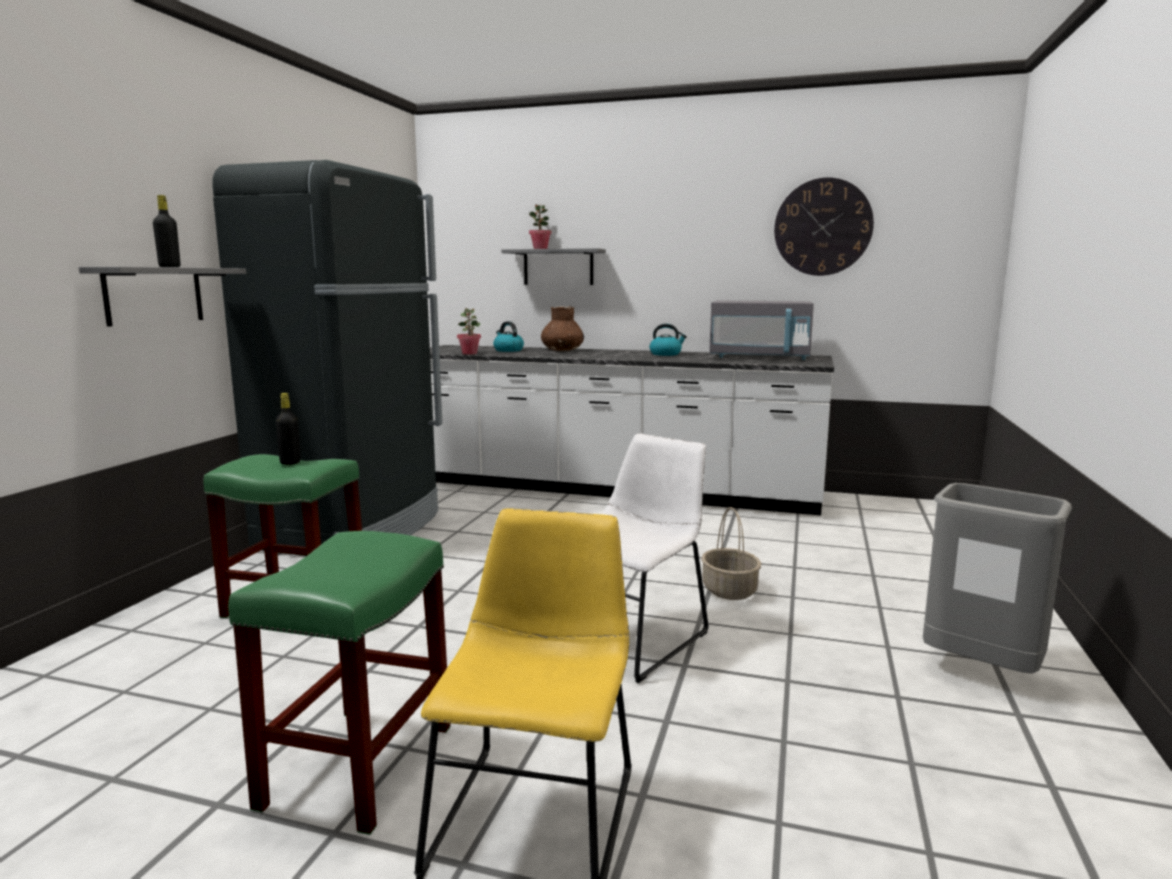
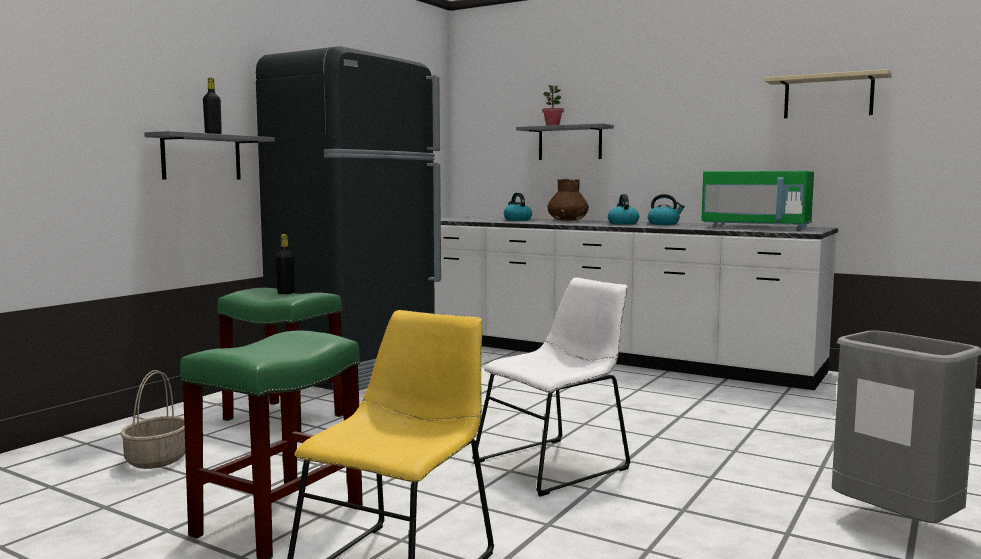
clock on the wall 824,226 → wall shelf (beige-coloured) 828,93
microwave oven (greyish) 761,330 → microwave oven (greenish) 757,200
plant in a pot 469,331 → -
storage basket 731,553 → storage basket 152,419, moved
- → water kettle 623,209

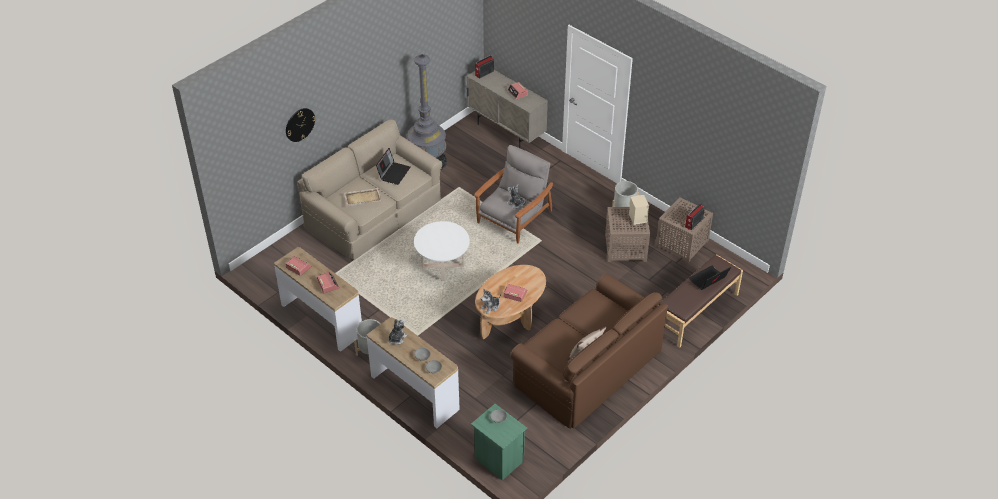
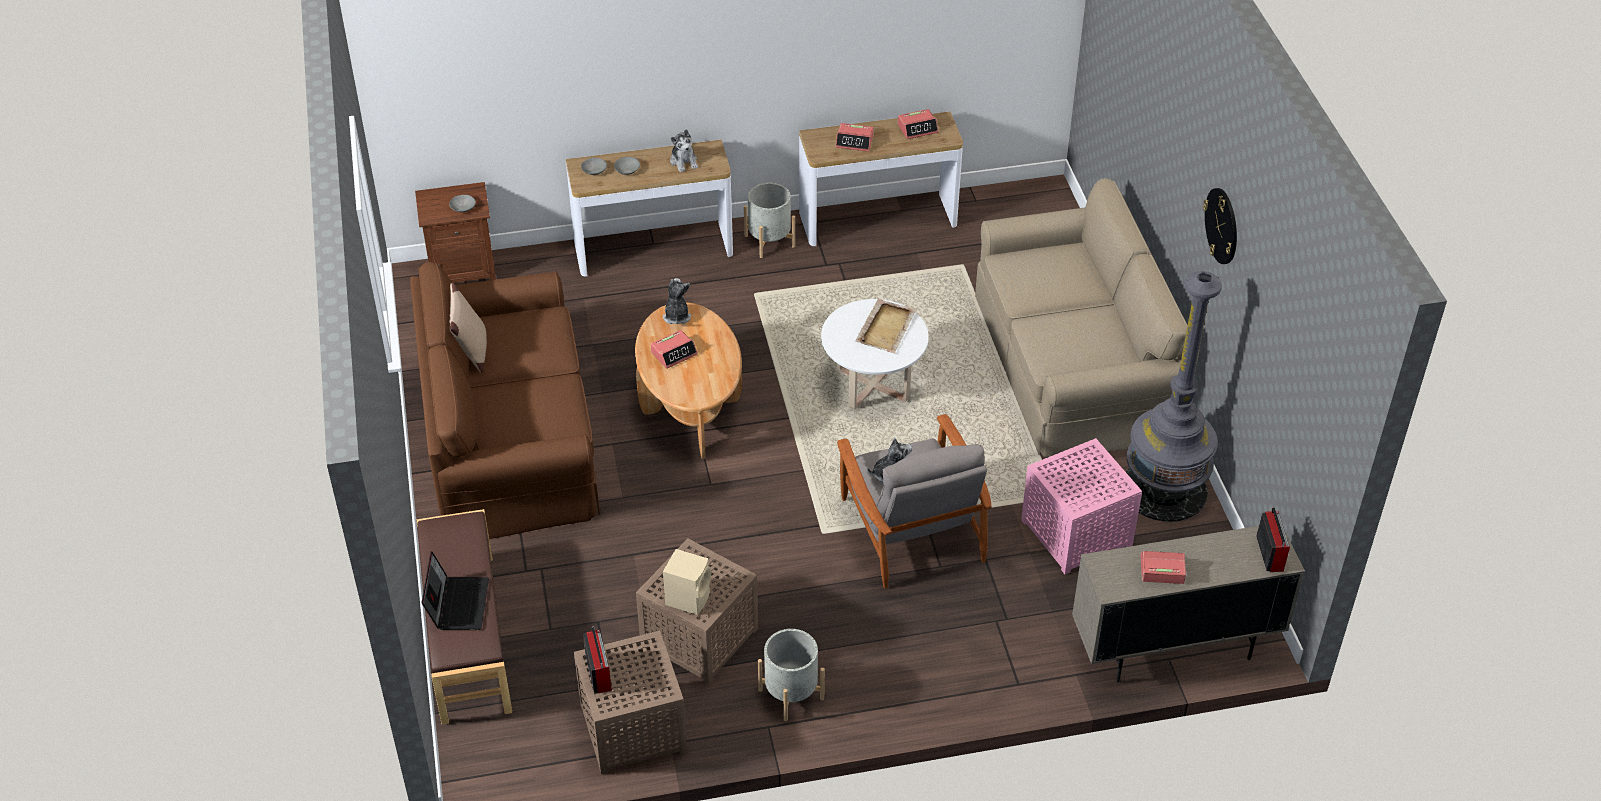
clock on the wall 301,125 → clock on the wall 1220,226, moved
portable computer 393,166 → -
tray (beige-coloured) 362,197 → tray (beige-coloured) 885,326, moved
bedside table (greenish) 499,442 → bedside table (brown-coloured) 455,232
- → end table (pink-coloured) 1081,506

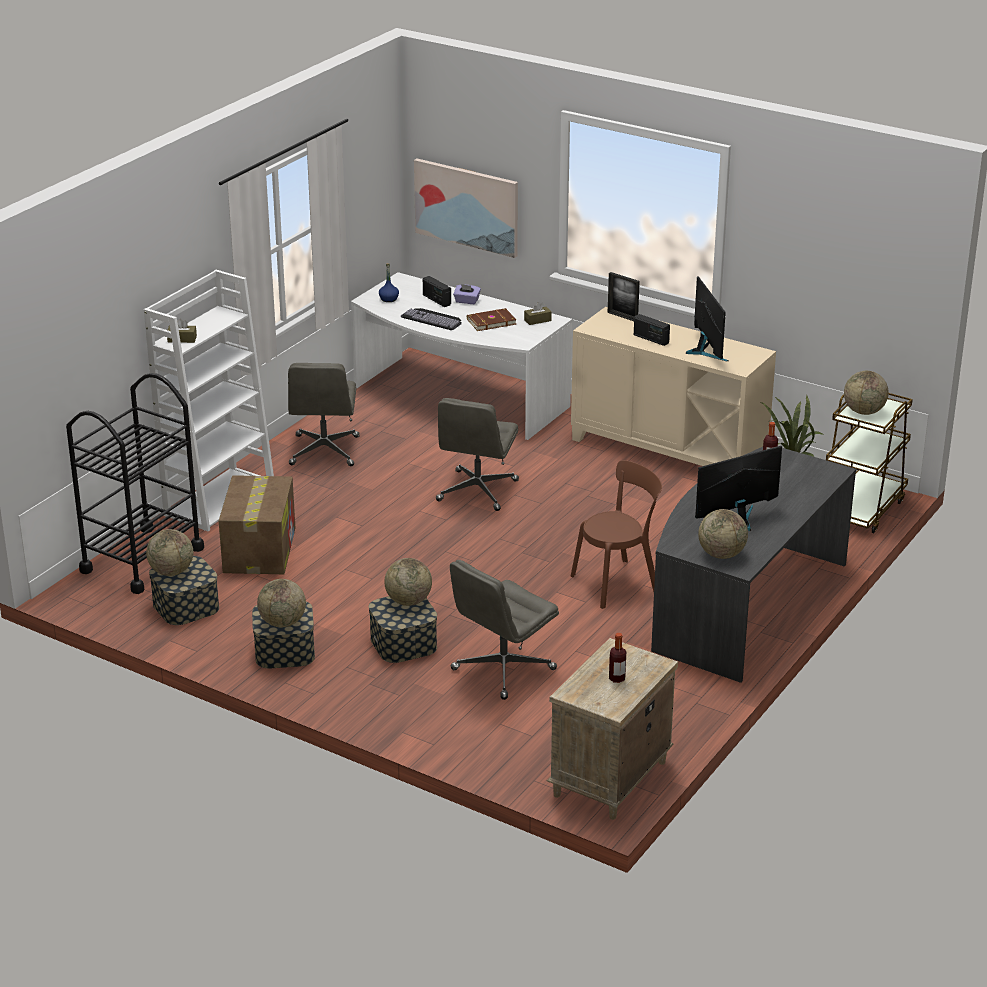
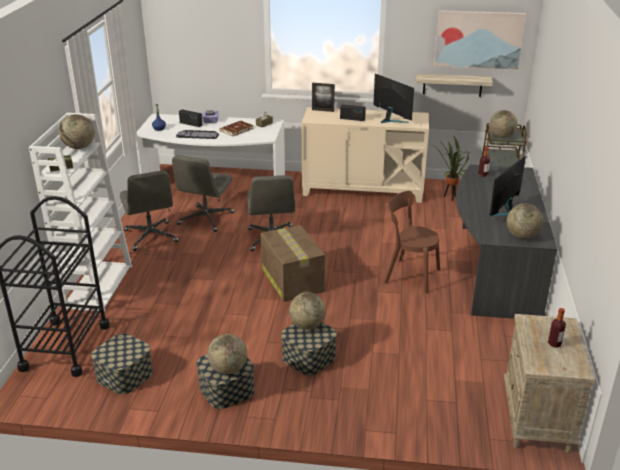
wall art 466,208 → wall art 480,40, moved
chair (brown-coloured) 616,534 → chair (brown-coloured) 412,242, 105 degrees counterclockwise
carton 257,524 → carton 292,263, moved
globe 169,552 → globe 77,131, moved
office chair (greyish) 504,630 → office chair (greyish) 203,193, moved
- → wall shelf 454,85

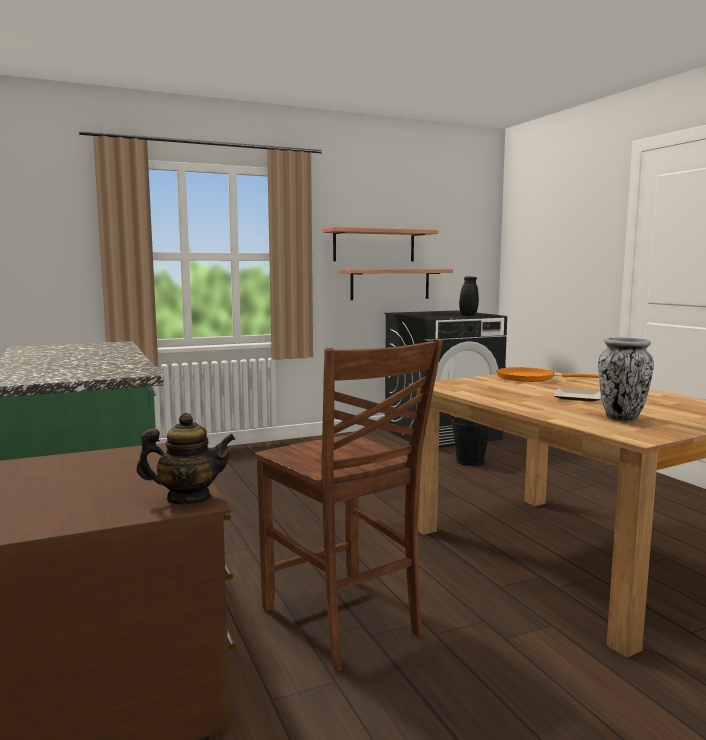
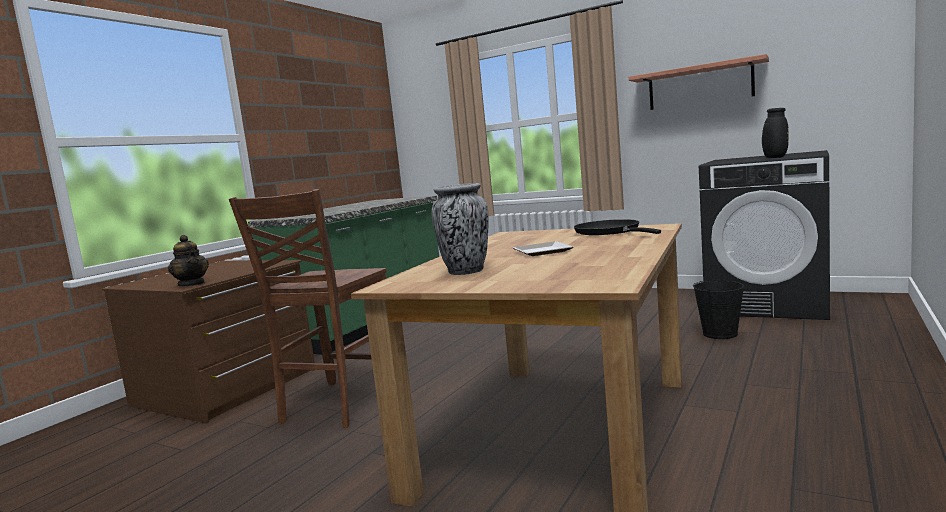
wall shelf 396,284 → -
frying pan (orange-coloured) 548,374 → frying pan (black-coloured) 617,227

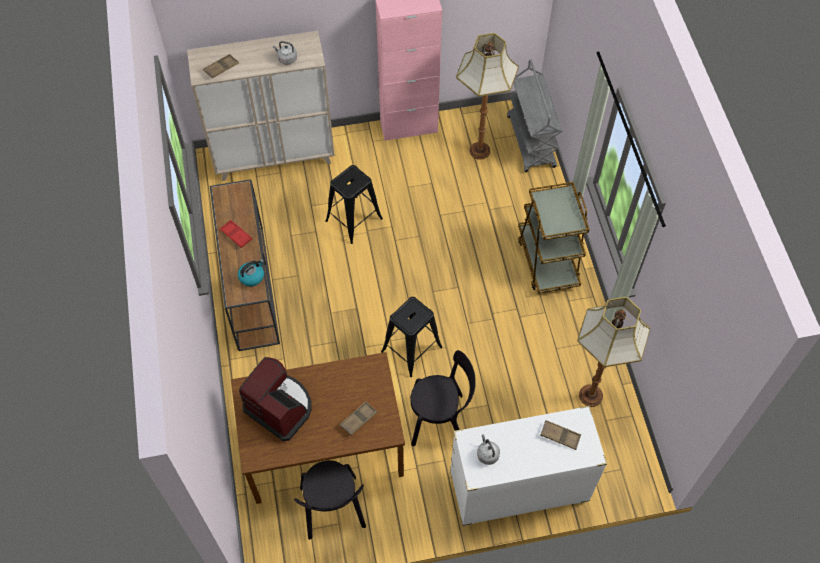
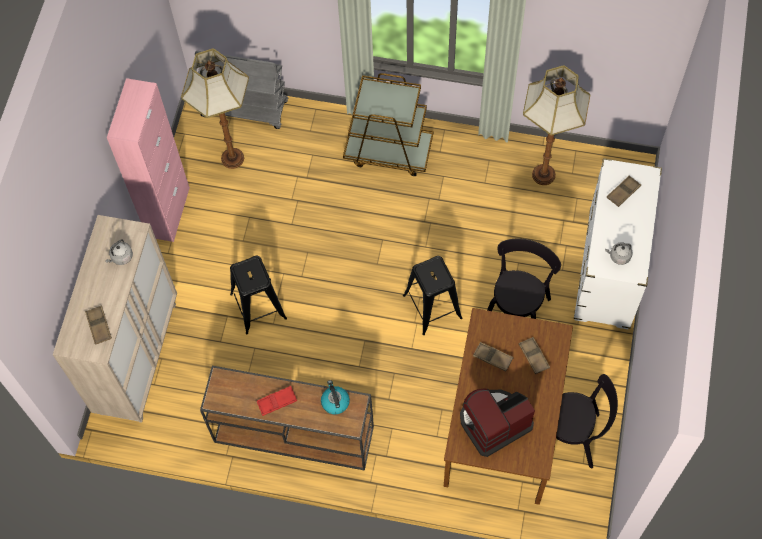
- → tray (brown-coloured) 493,356

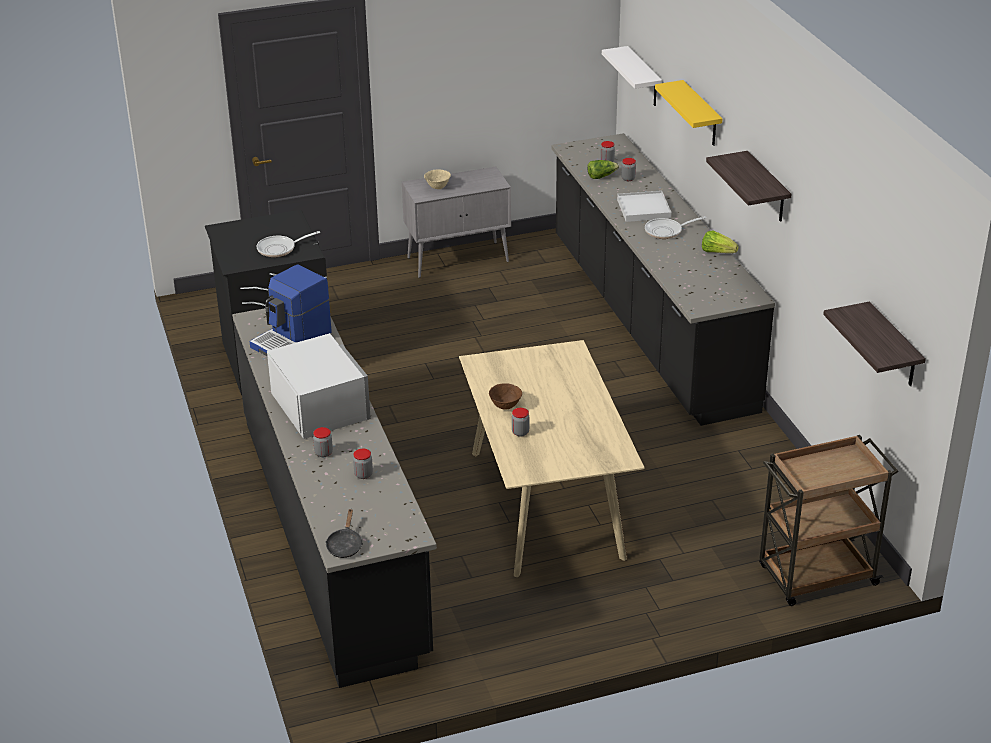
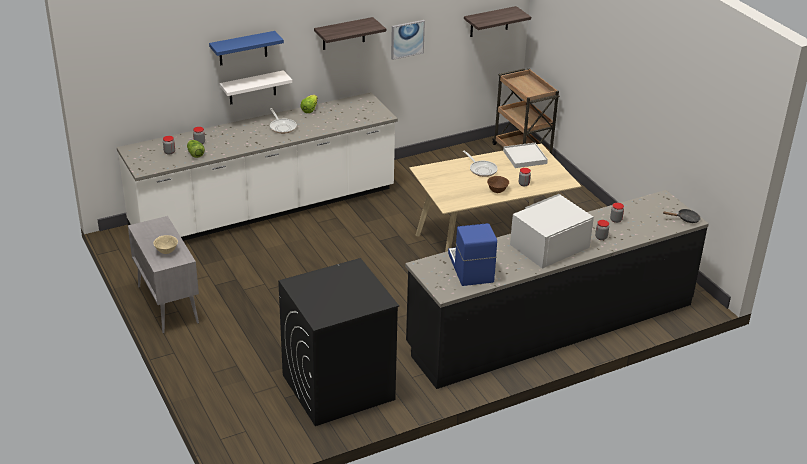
wall shelf (white-coloured) 632,76 → wall shelf (white-coloured) 256,87, moved
wall shelf (yellow) 688,113 → wall shelf (blue) 246,48
kitchen counter (black-coloured) 663,279 → kitchen counter (white-coloured) 257,166
tray (white-coloured) 644,206 → tray (white-coloured) 525,155, moved
frying pan 288,244 → frying pan 480,163, moved
coffee brewer 290,310 → coffee brewer 472,254, 135 degrees counterclockwise
- → wall art 408,40

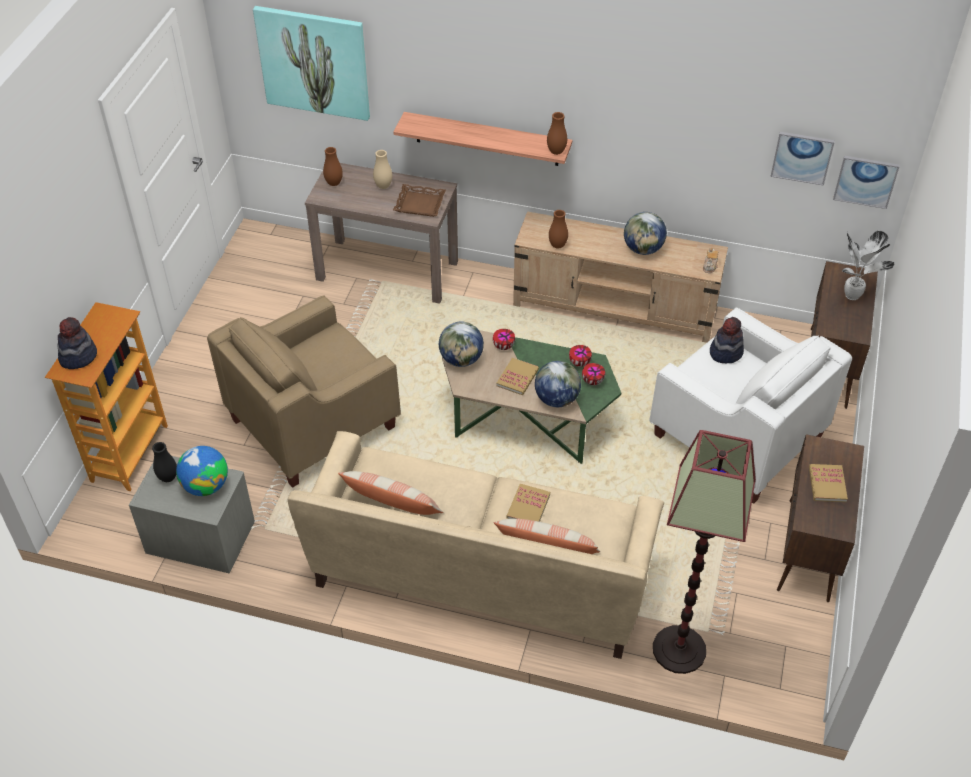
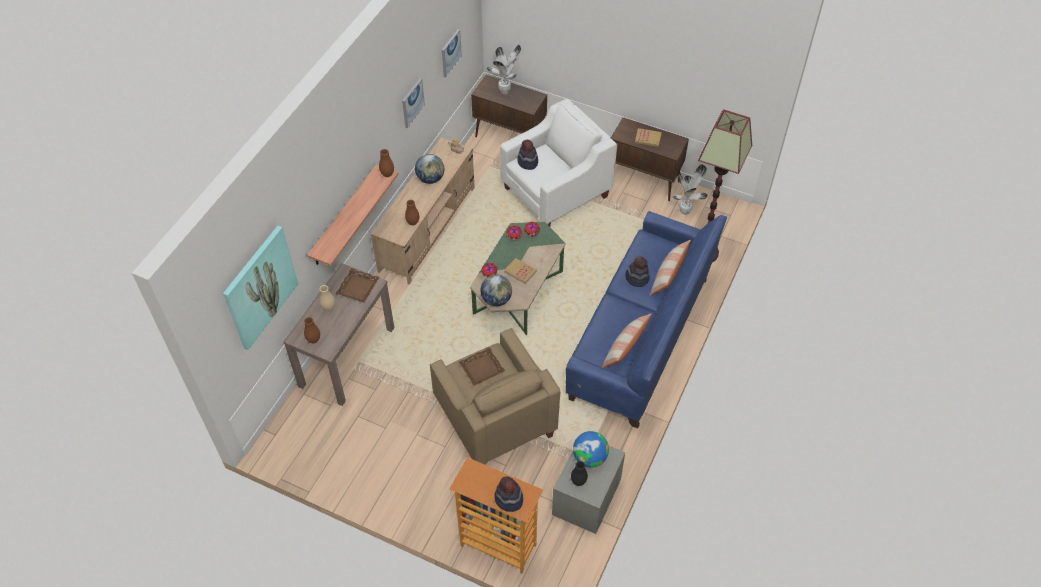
wall art 866,182 → wall art 413,103, moved
globe 558,384 → -
couch (beige-coloured) 476,545 → couch (blue) 646,319
book 528,503 → clothing hat 637,271
- → plant in a pot 690,190
- → tray (brown-coloured) 482,366

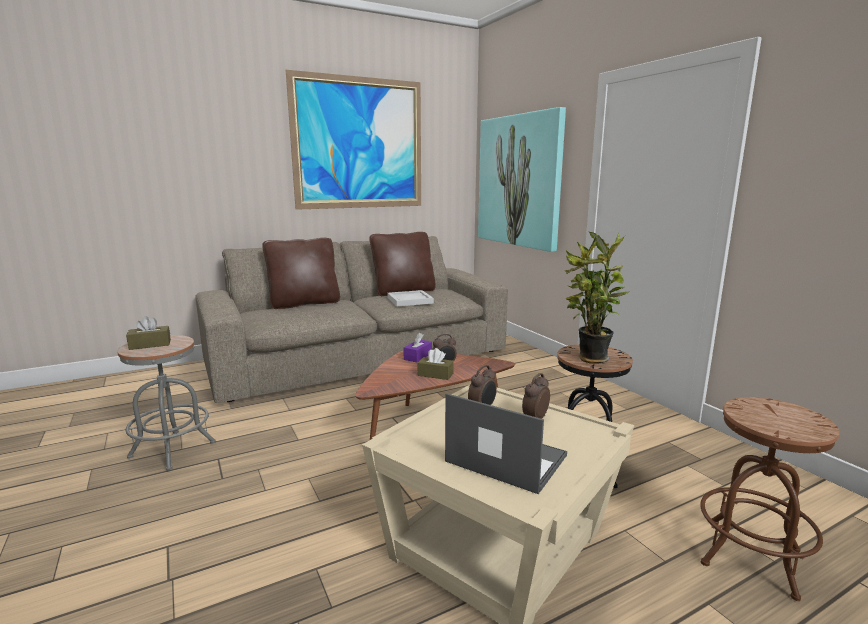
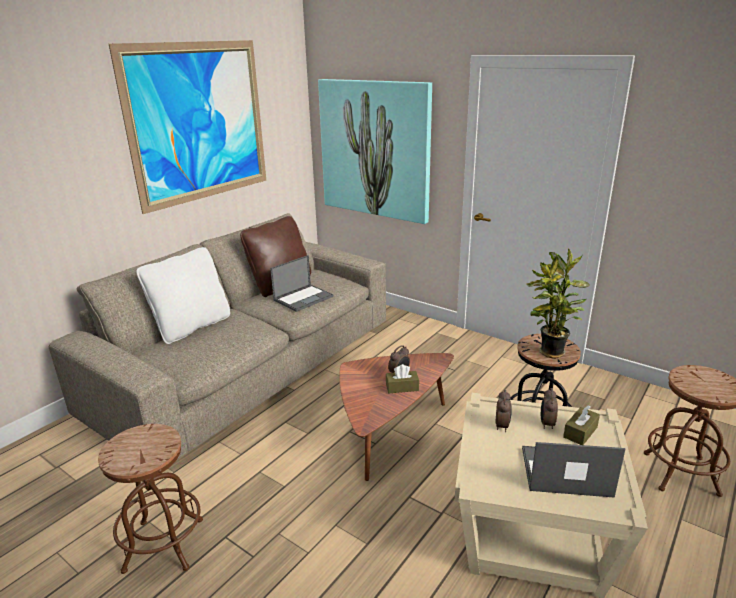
cushion (brown-coloured) 301,273 → cushion (white-coloured) 183,295
tray (white-coloured) 410,298 → portable computer 302,283
tissue box (brown-coloured) 148,333 → tissue box (brown-coloured) 581,425, moved
tissue box (purplish) 417,347 → -
sitting stool (greyish) 166,403 → sitting stool (brown-coloured) 150,499

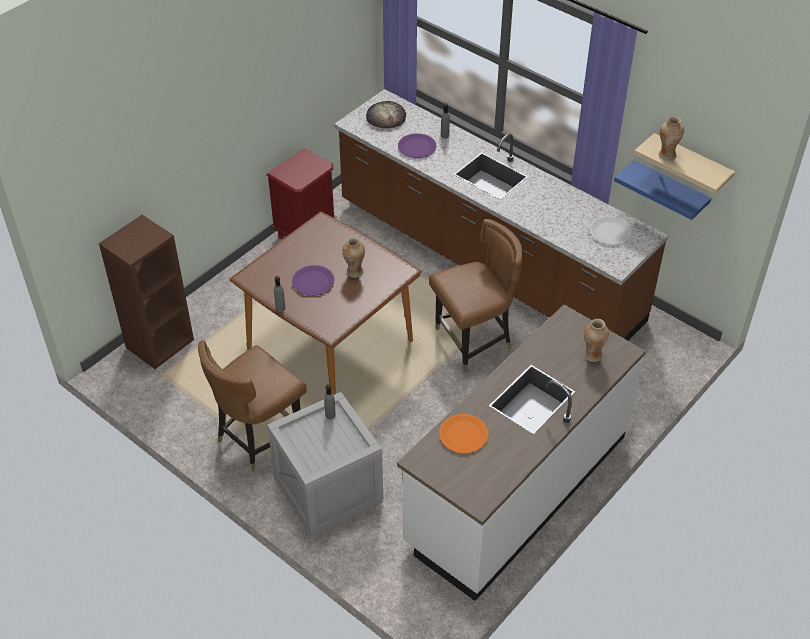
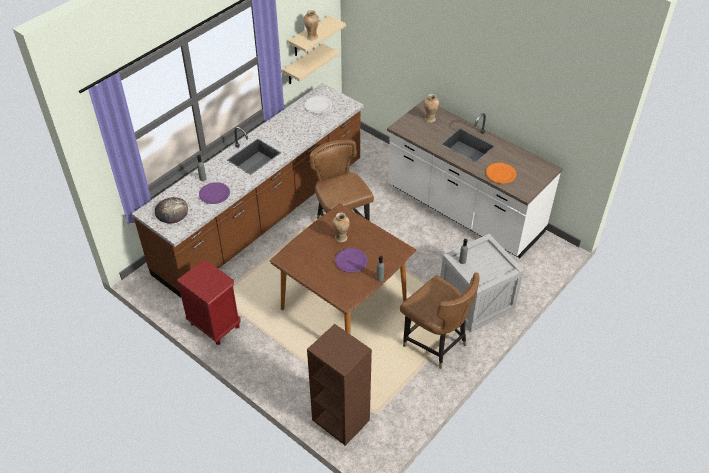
wall shelf (blue) 662,190 → wall shelf (beige-coloured) 310,64

